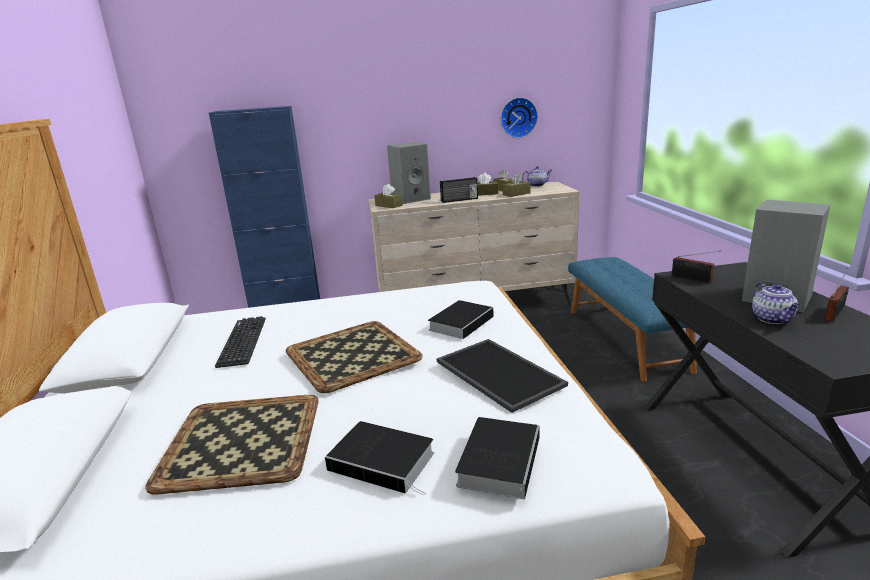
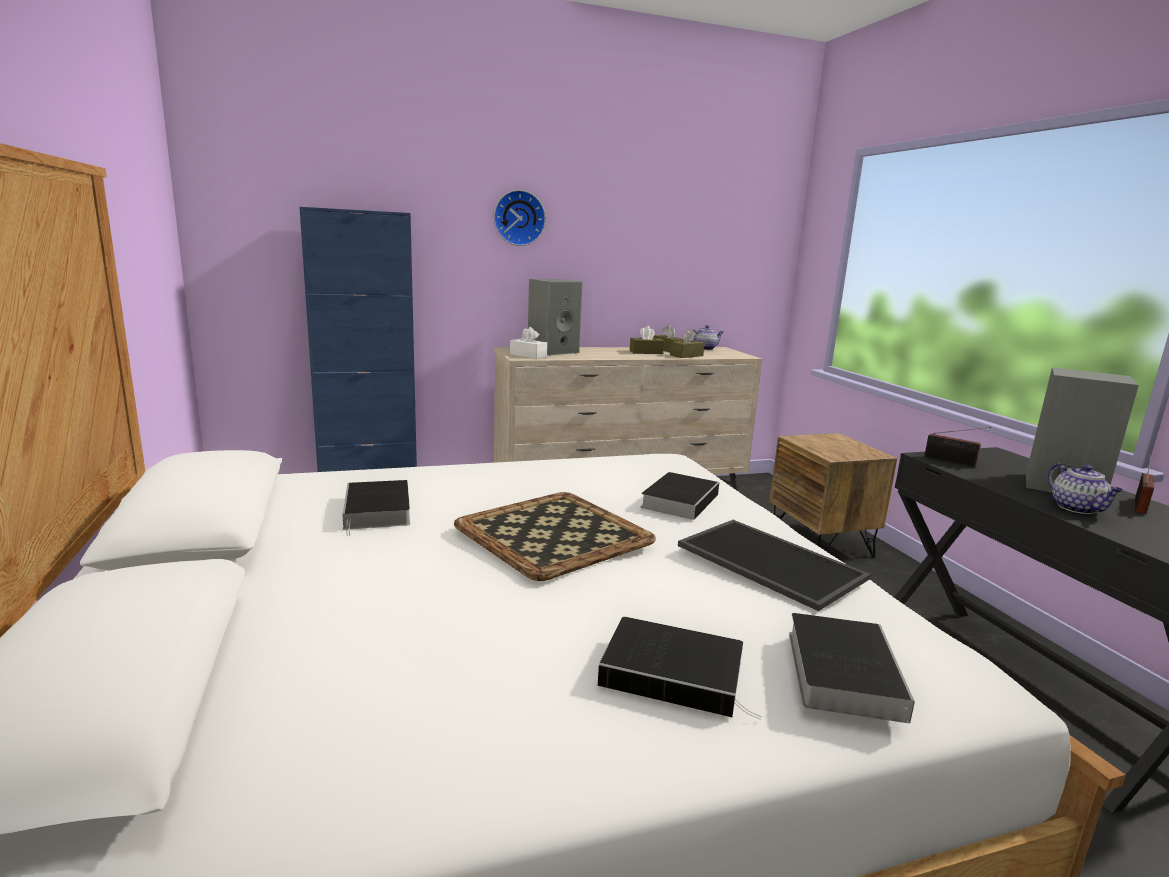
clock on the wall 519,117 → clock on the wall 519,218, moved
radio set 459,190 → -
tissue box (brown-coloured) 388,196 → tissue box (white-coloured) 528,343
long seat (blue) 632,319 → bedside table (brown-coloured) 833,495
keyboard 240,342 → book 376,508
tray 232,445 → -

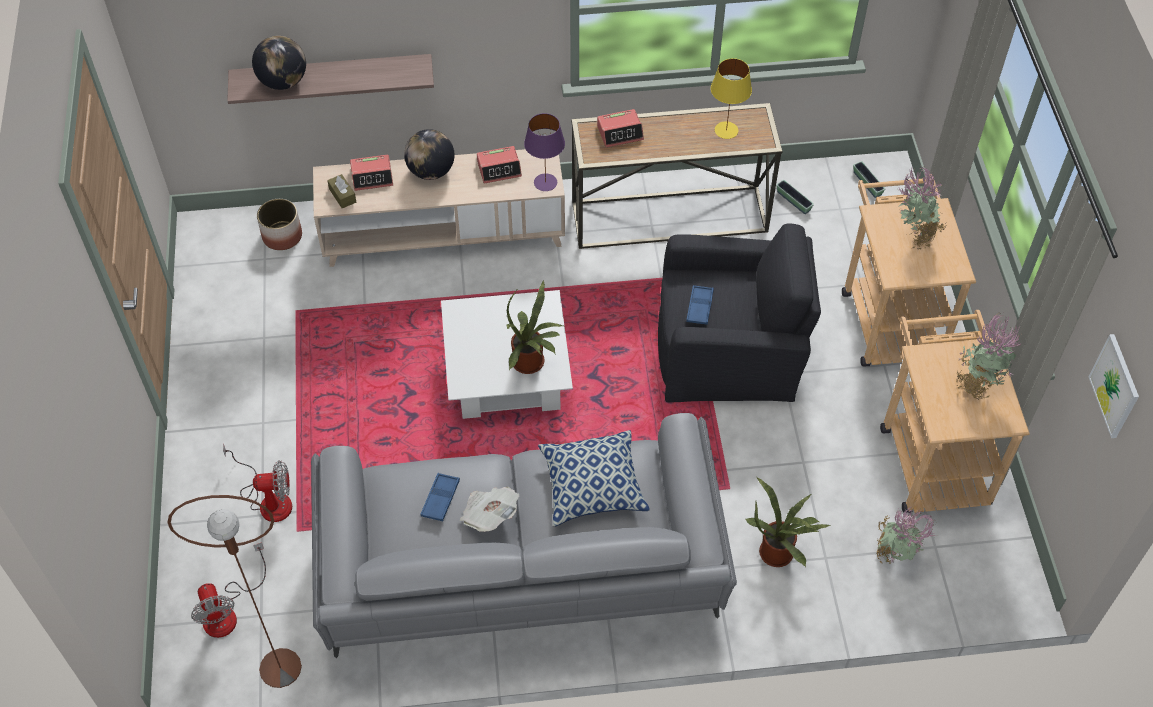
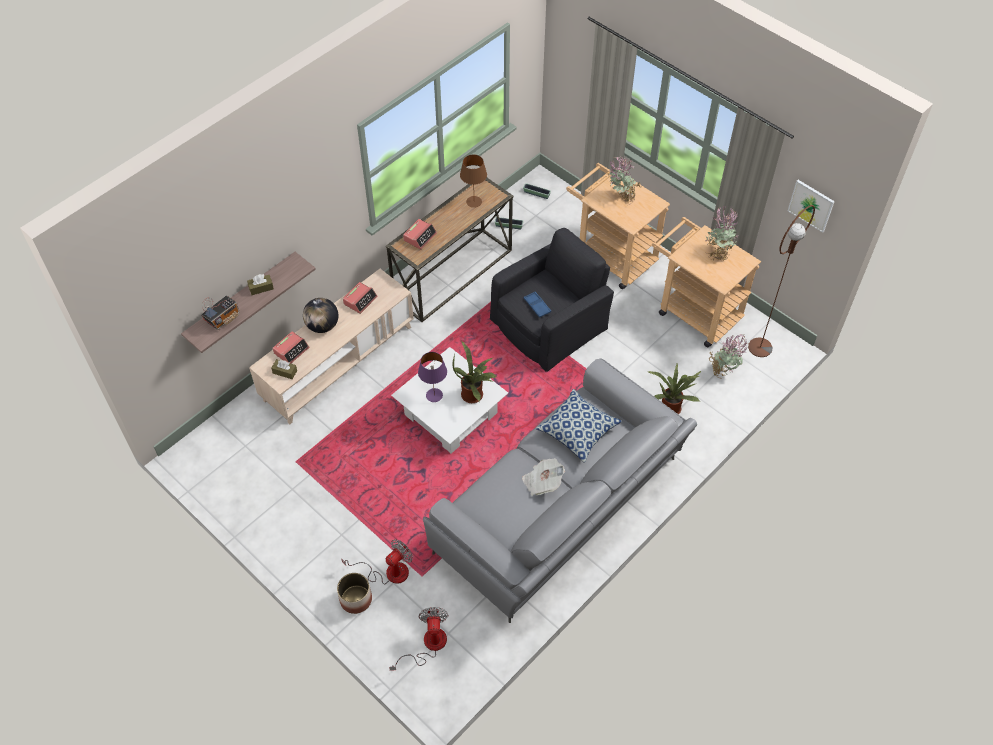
globe 279,63 → radio set 220,313
table lamp (yellow) 731,98 → table lamp (brown-coloured) 473,181
table lamp (purplish) 544,152 → table lamp (purplish) 432,377, moved
planter 279,224 → planter 354,593, moved
tray (blue) 440,497 → -
standing lamp (brown-coloured) 234,591 → standing lamp (brown-coloured) 781,281, moved
fan 228,590 → fan 419,639, 120 degrees counterclockwise
- → tissue box (brown-coloured) 260,284

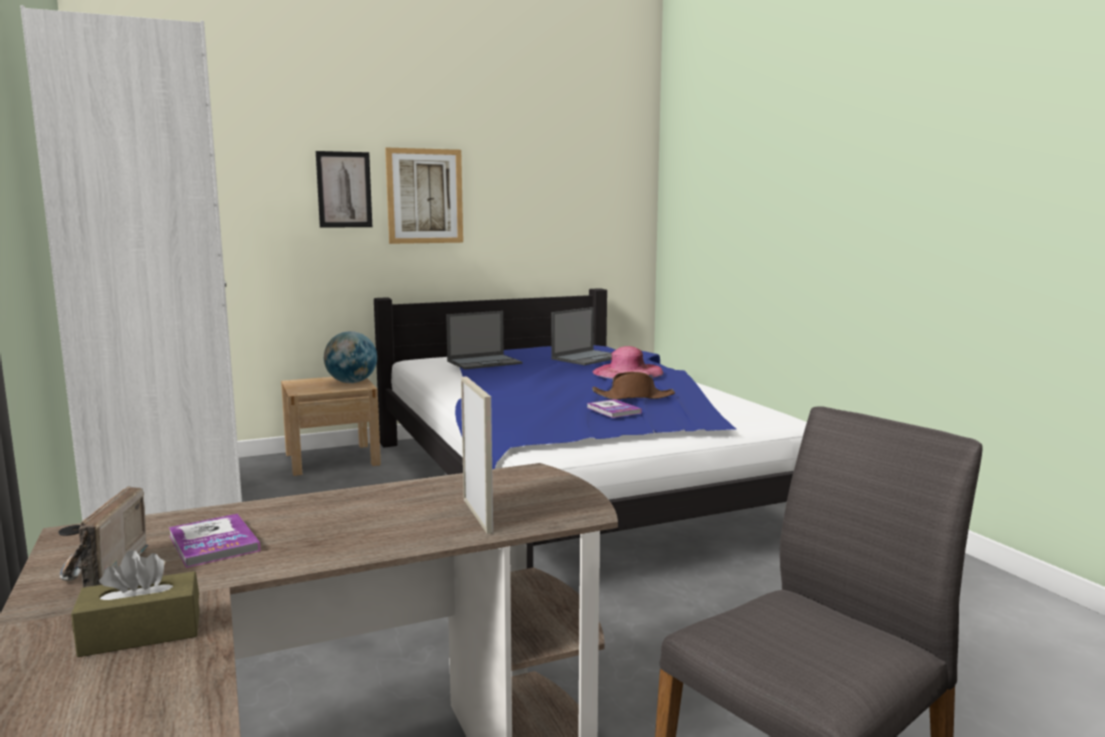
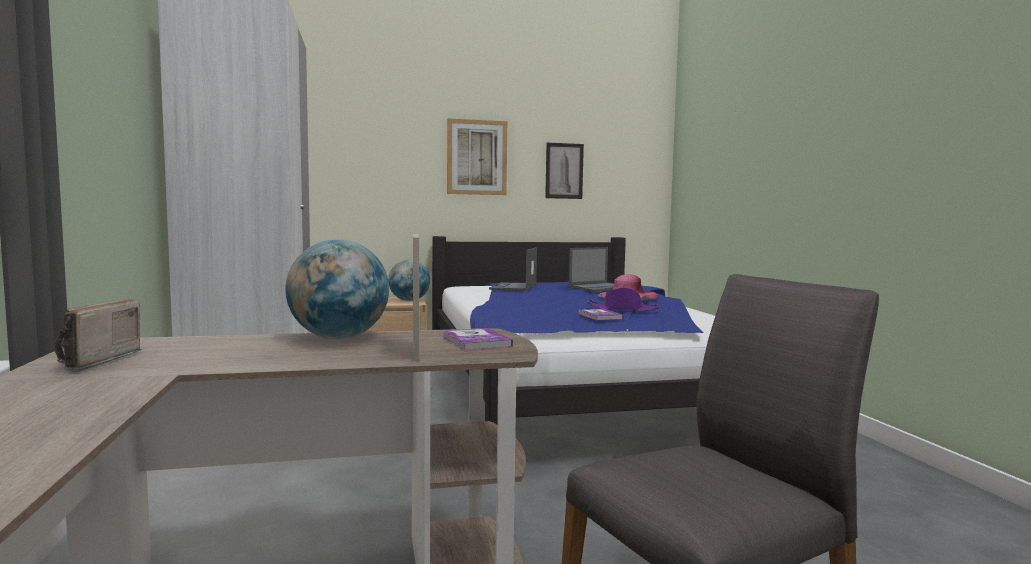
wall art 344,189 → wall art 564,171, moved
portable computer 484,340 → portable computer 513,269, 120 degrees clockwise
clothing hat (brown-coloured) 633,385 → clothing hat (purplish) 623,299
book 215,541 → book 478,339, moved
tissue box (brown-coloured) 135,603 → -
- → globe 337,289

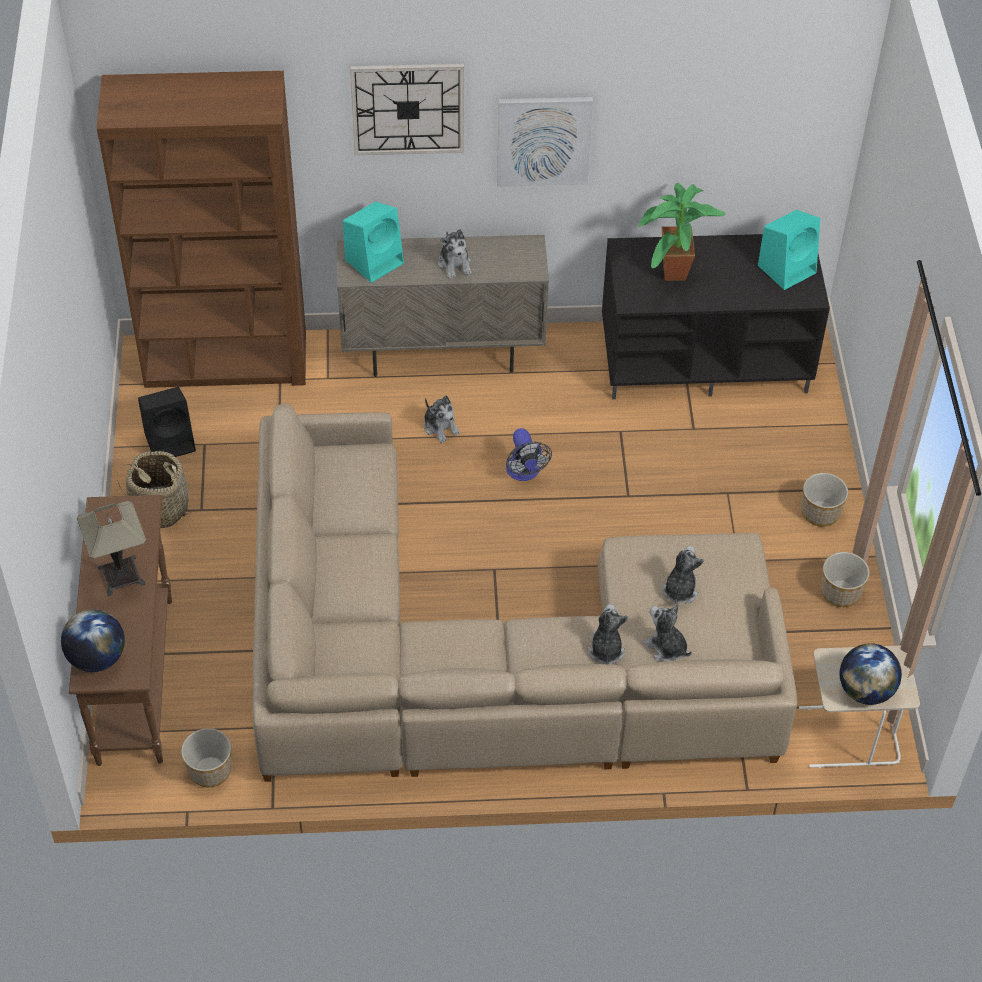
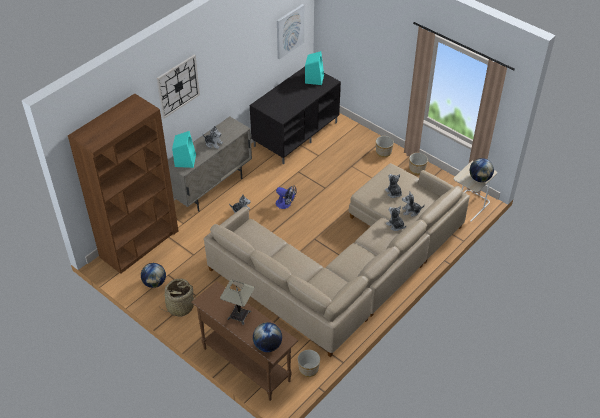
wall art 545,142 → wall art 290,31, moved
plant in a pot 682,232 → -
loudspeaker (black-coloured) 167,422 → globe 153,275

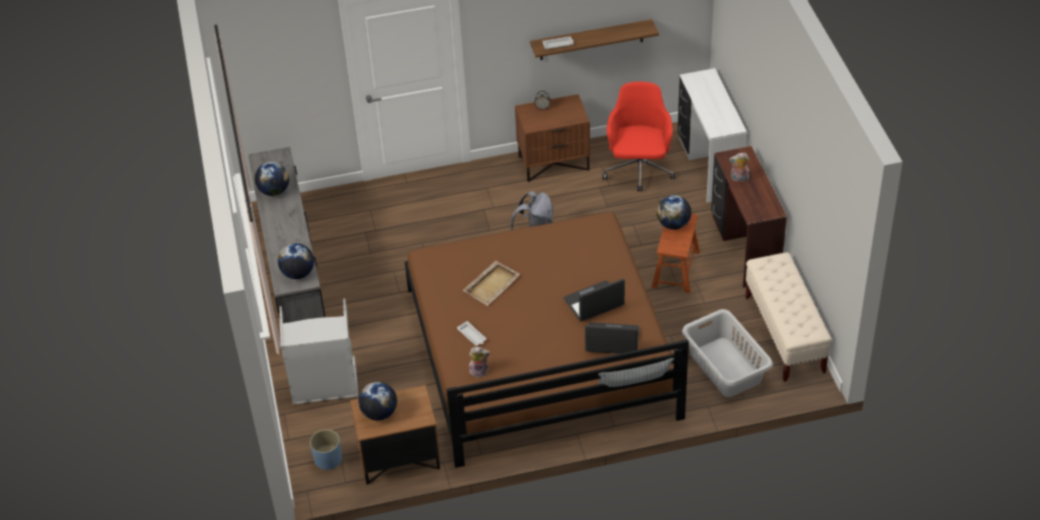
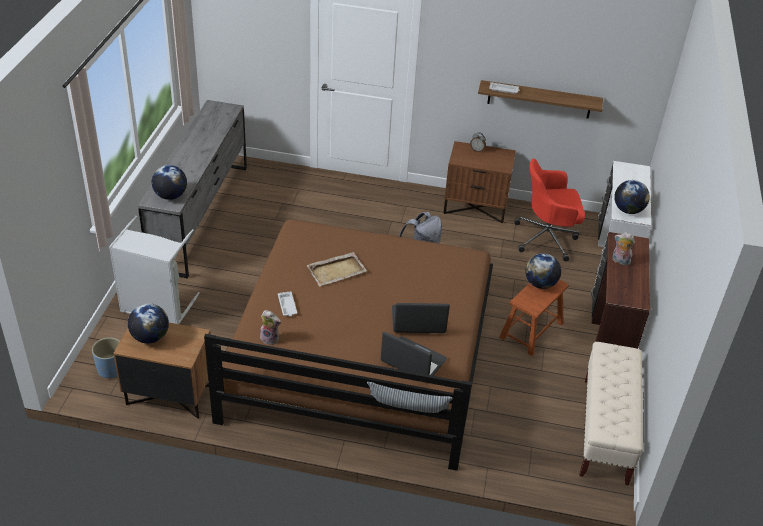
office chair (red-coloured) 639,136 → office chair (red-coloured) 549,210, 120 degrees counterclockwise
globe 272,179 → globe 632,197, moved
washing basket (greyish) 727,353 → -

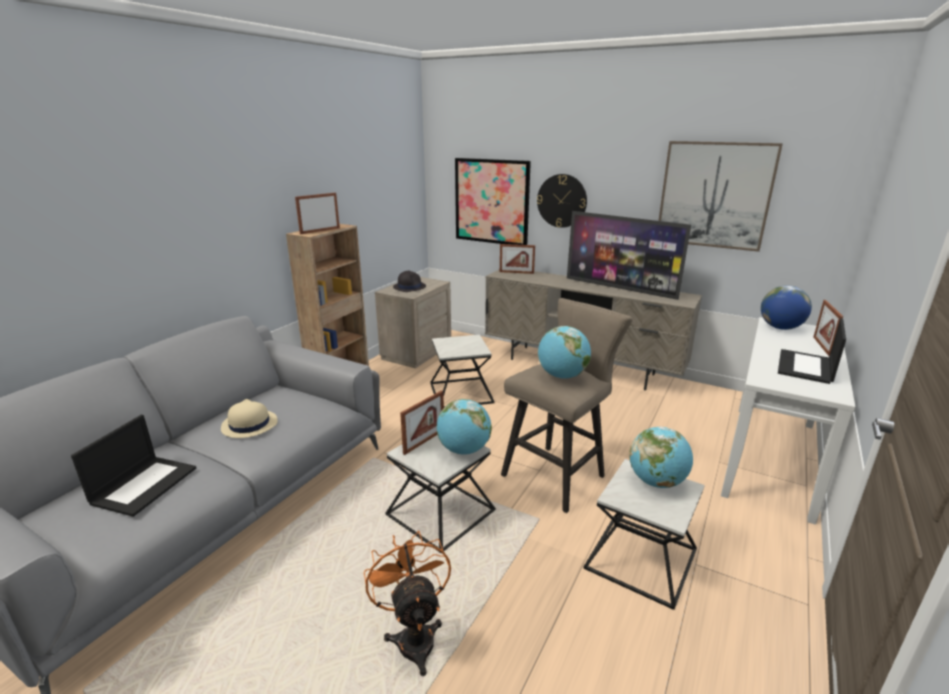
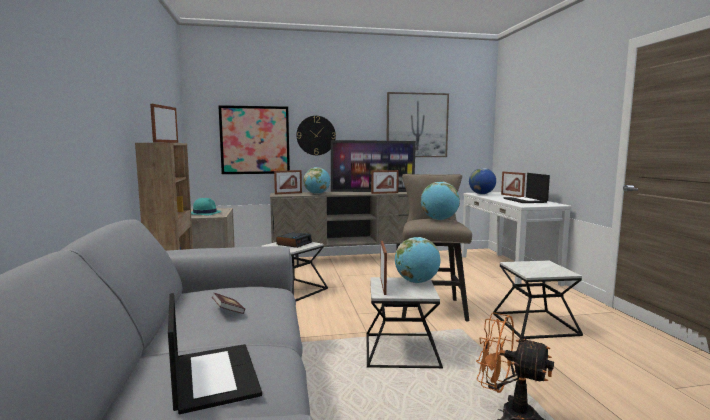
clothing hat (black-coloured) 409,281 → clothing hat (turquoise) 206,206
clothing hat (beige-coloured) 249,418 → book 228,303
globe 661,457 → globe 316,180, moved
- → photo frame 385,182
- → bedside clock 294,240

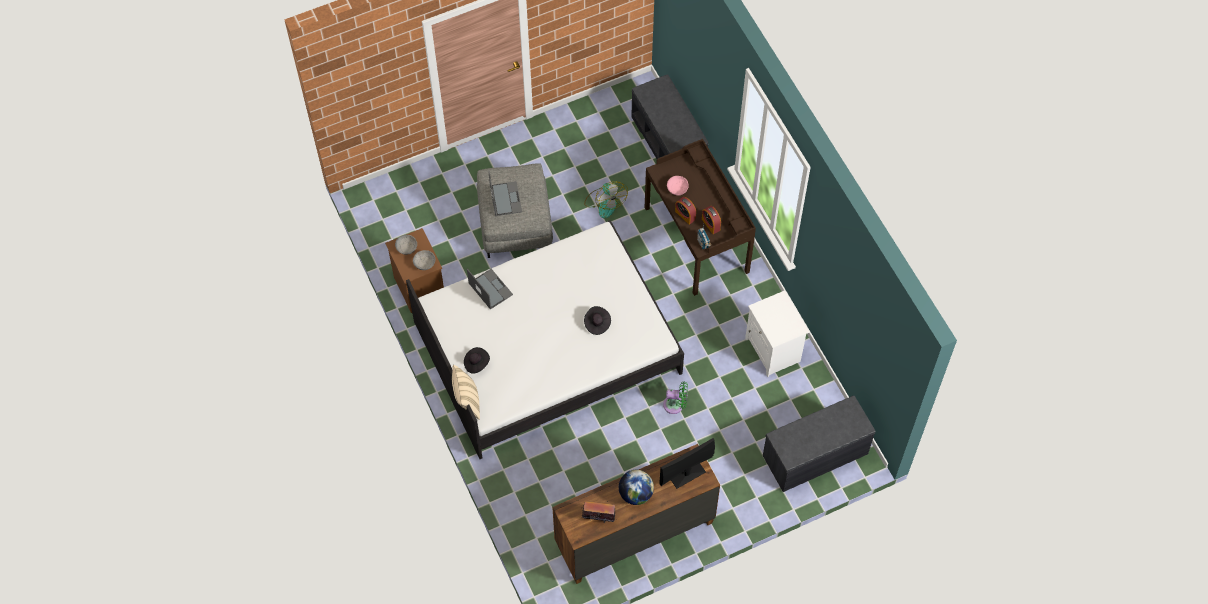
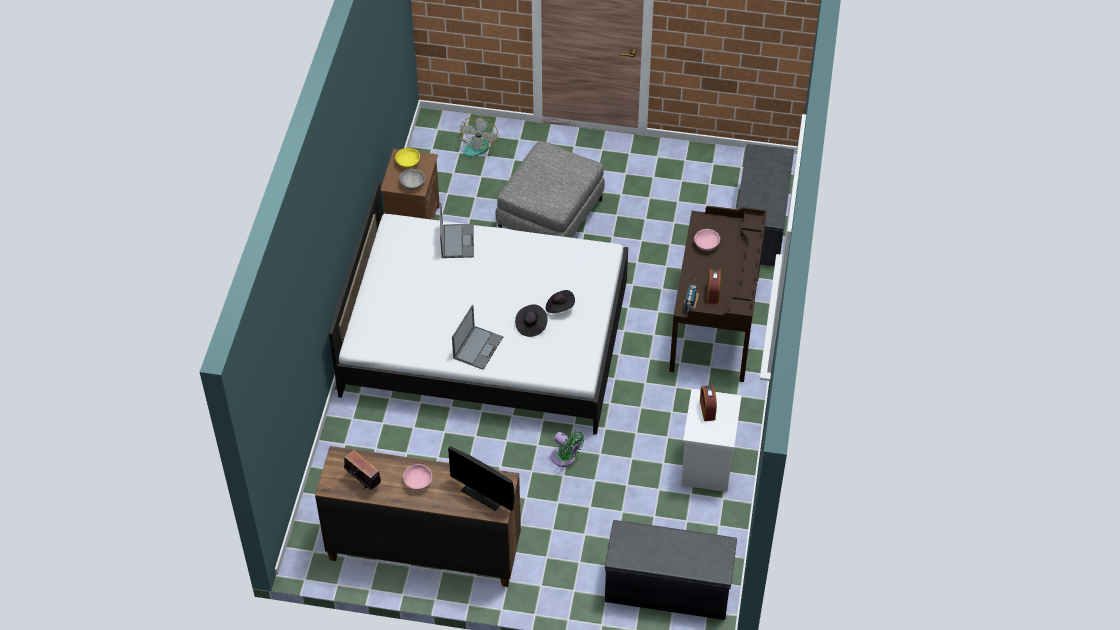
portable computer 505,193 → portable computer 477,337, moved
fan 606,199 → fan 478,136, moved
bedside clock 685,211 → bedside clock 708,403, moved
deep dish (greyish) 406,245 → deep dish (yellow) 407,158
clothing hat (black-coloured) 477,360 → clothing hat (black-coloured) 560,301, moved
cushion (beige-coloured) 466,392 → -
monitor 687,463 → monitor 481,478, 150 degrees counterclockwise
globe 636,487 → deep dish (pink-coloured) 417,477

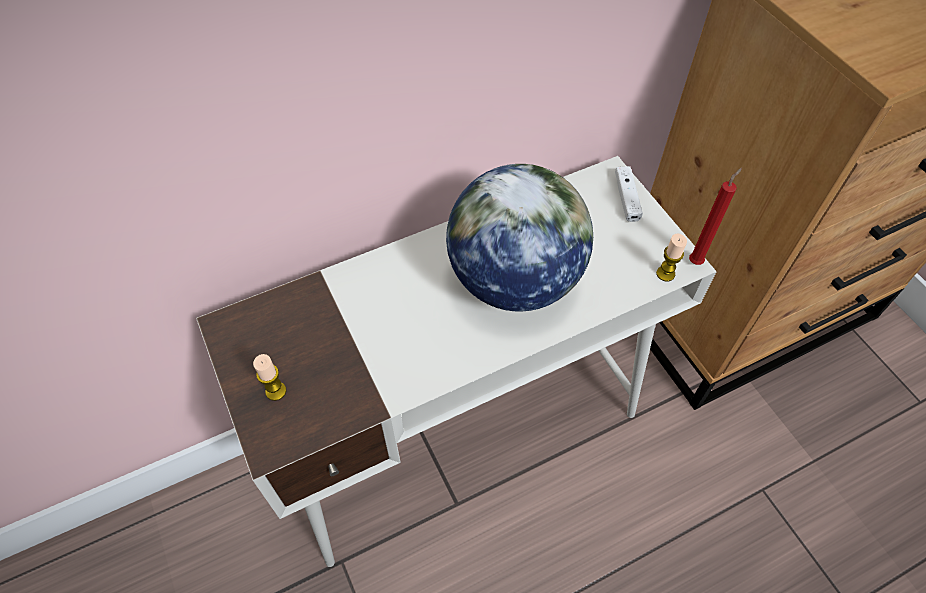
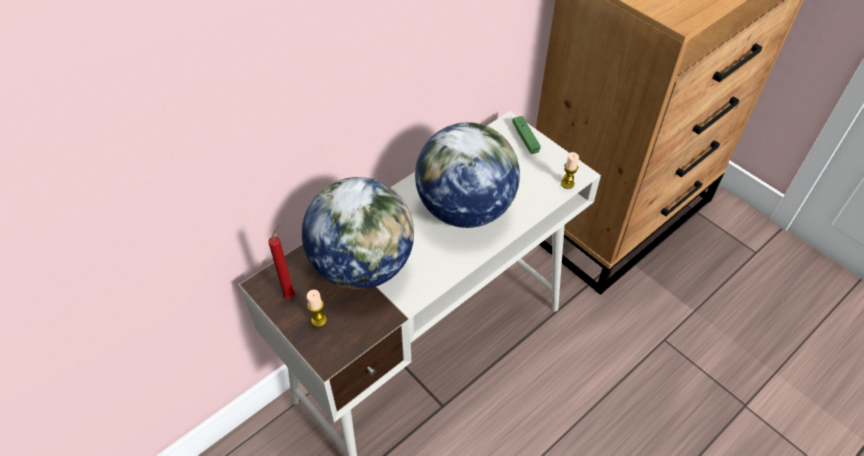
gamepad (white-coloured) 629,194 → gamepad (greenish) 526,135
candle (red-coloured) 715,216 → candle (red-coloured) 281,262, moved
- → globe 358,233

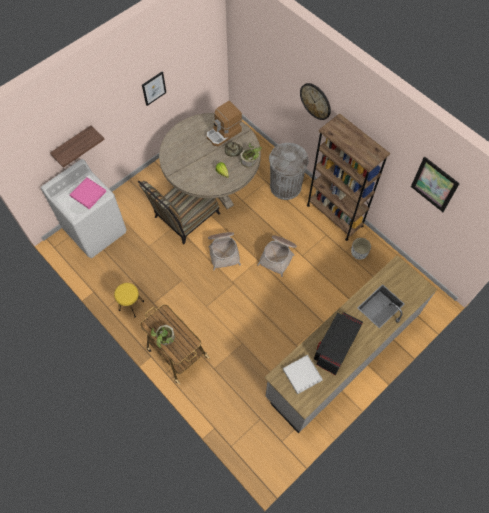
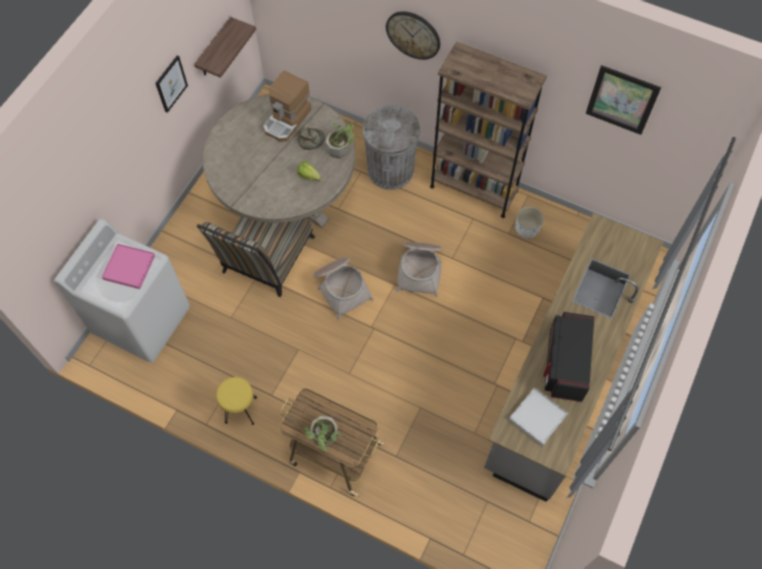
wall shelf 77,146 → wall shelf 225,47, moved

